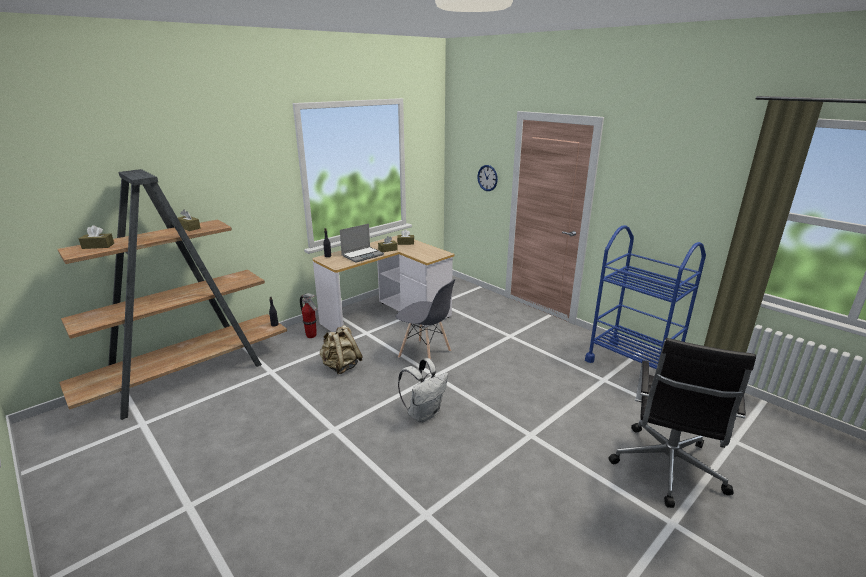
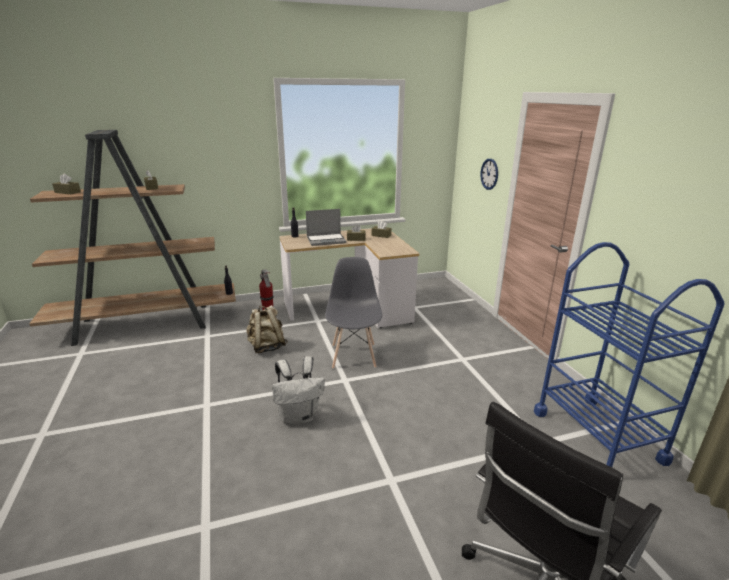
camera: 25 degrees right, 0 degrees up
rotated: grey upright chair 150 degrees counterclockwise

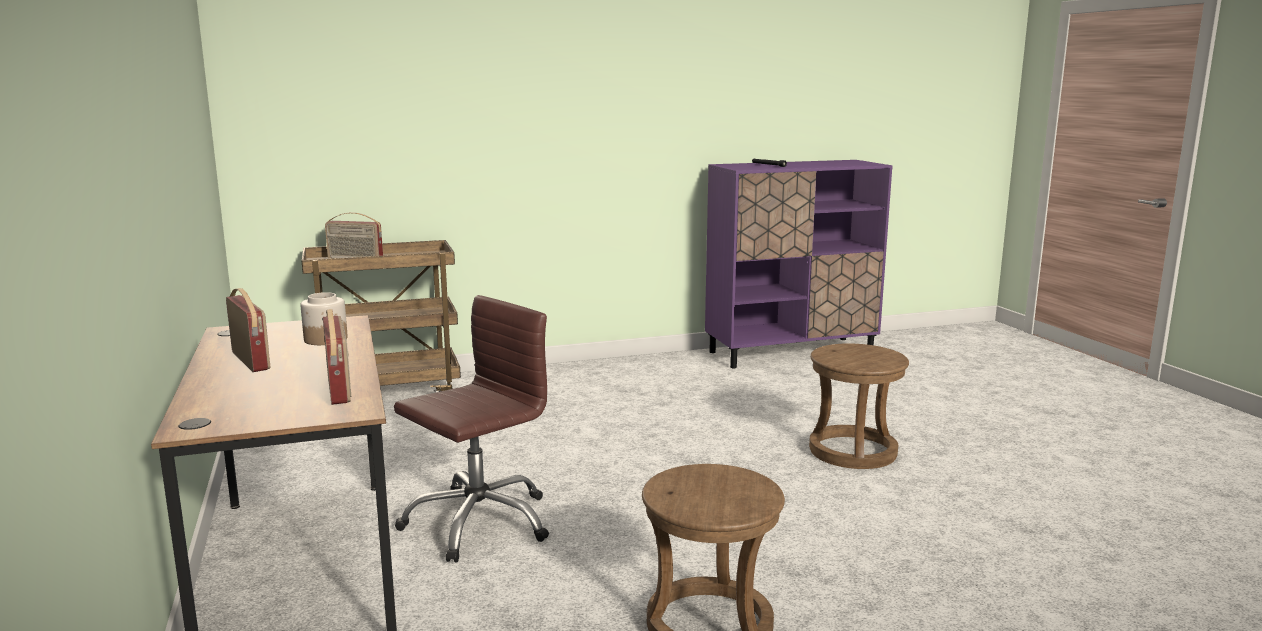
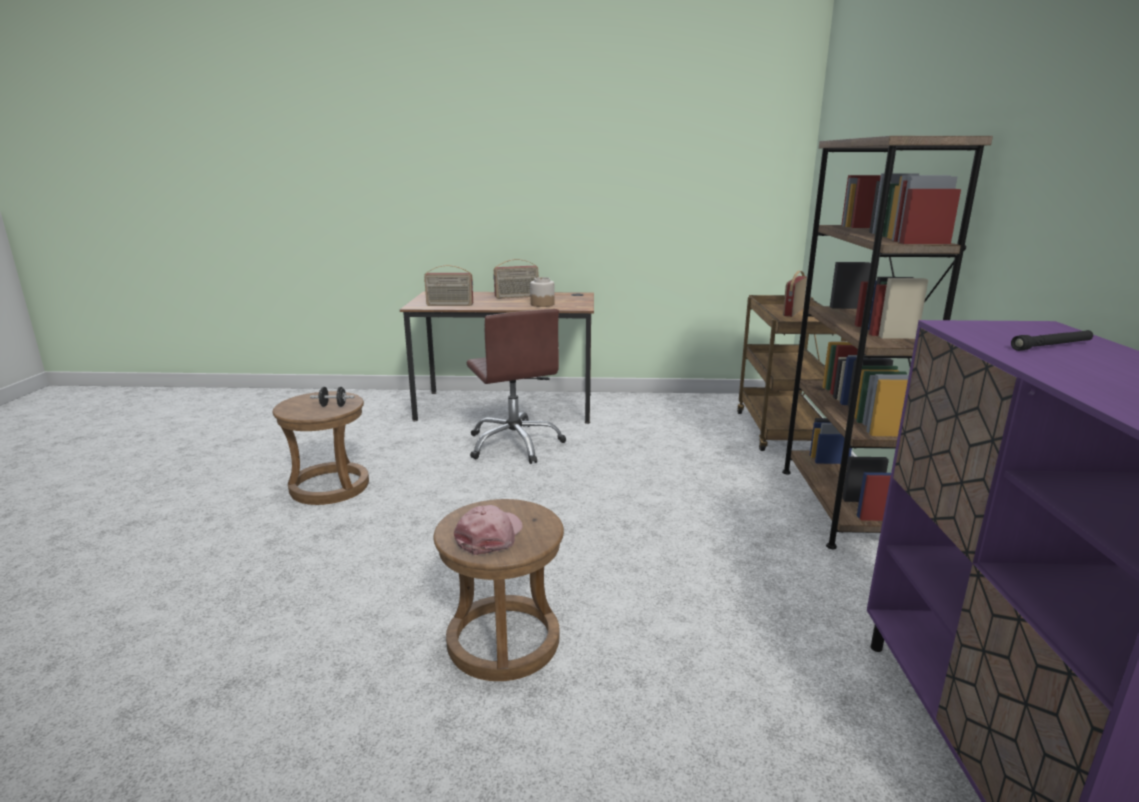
camera: 110 degrees right, 5 degrees up
new: brown bookshelf; black-coloured dumbbell; pink-coloured cap

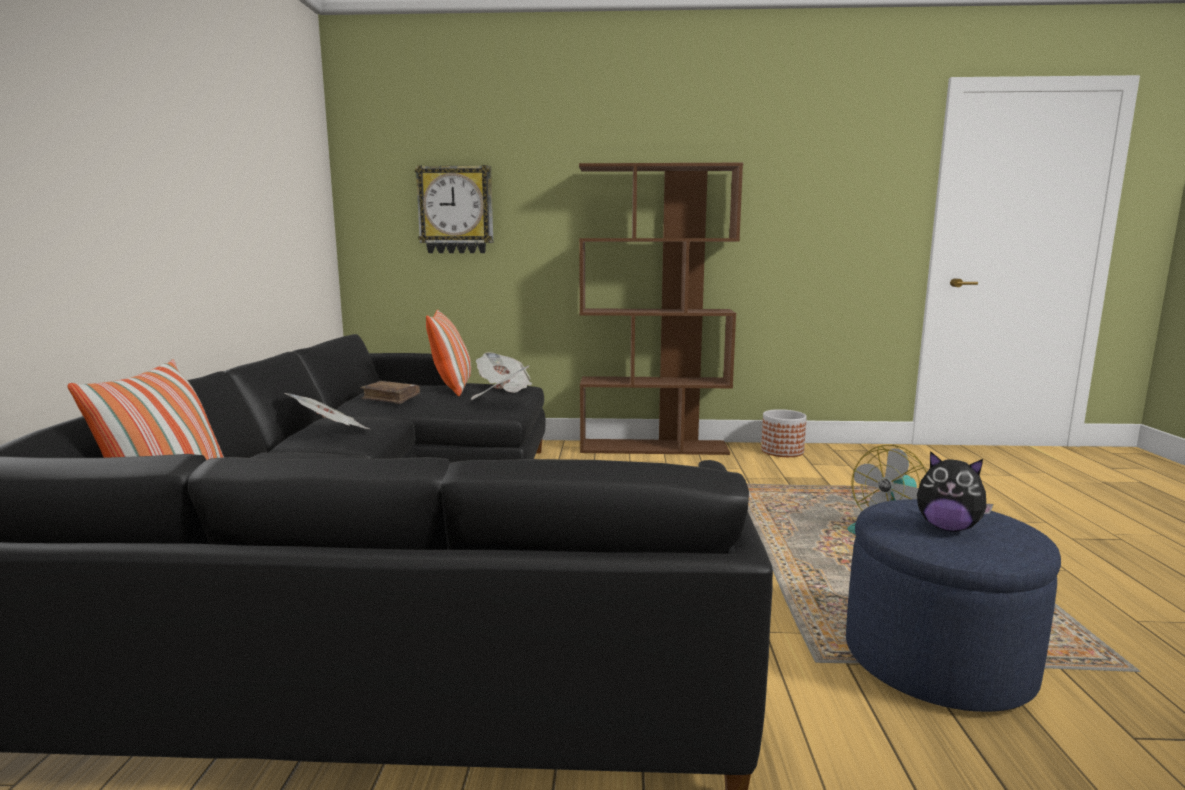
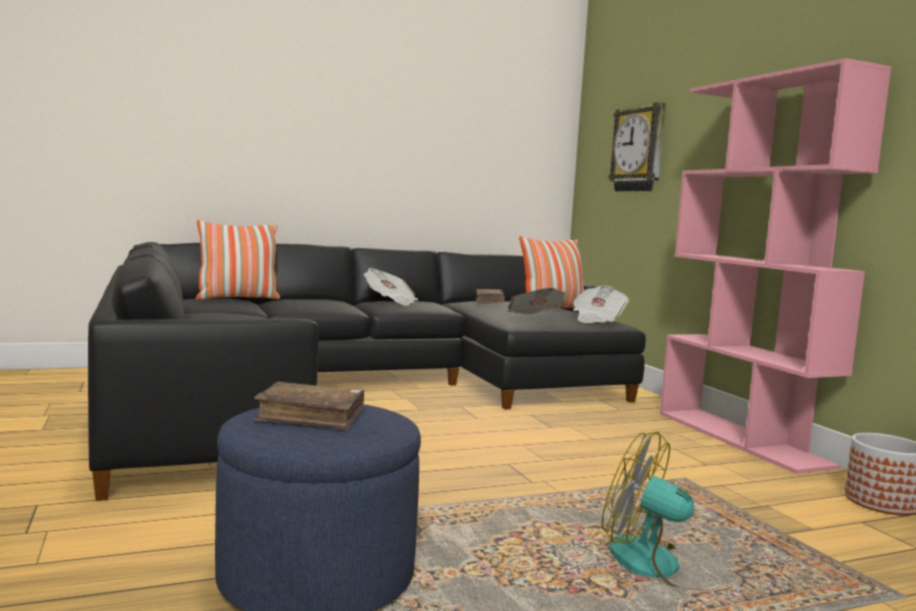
camera: 65 degrees right, 5 degrees down
swapped: cuddly toy to brown volume (no. 1 from left)
repainted: brown bookshelf to pink-coloured bookshelf

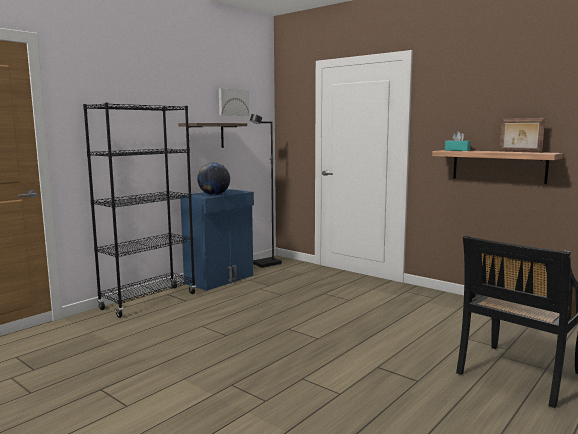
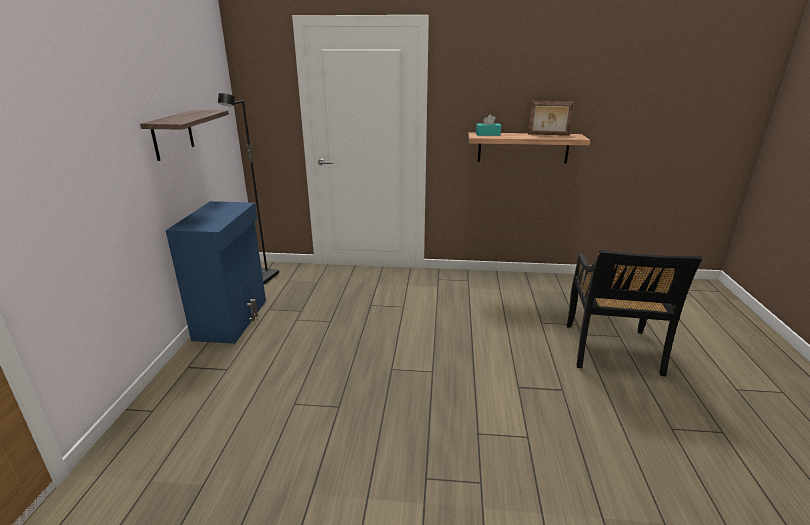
camera: 35 degrees left, 15 degrees up
gone: wall art; black-coloured bookshelf; globe

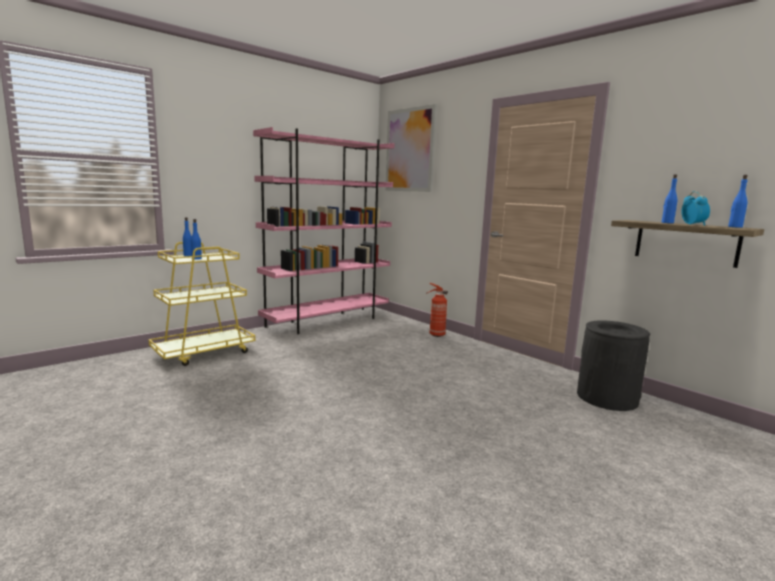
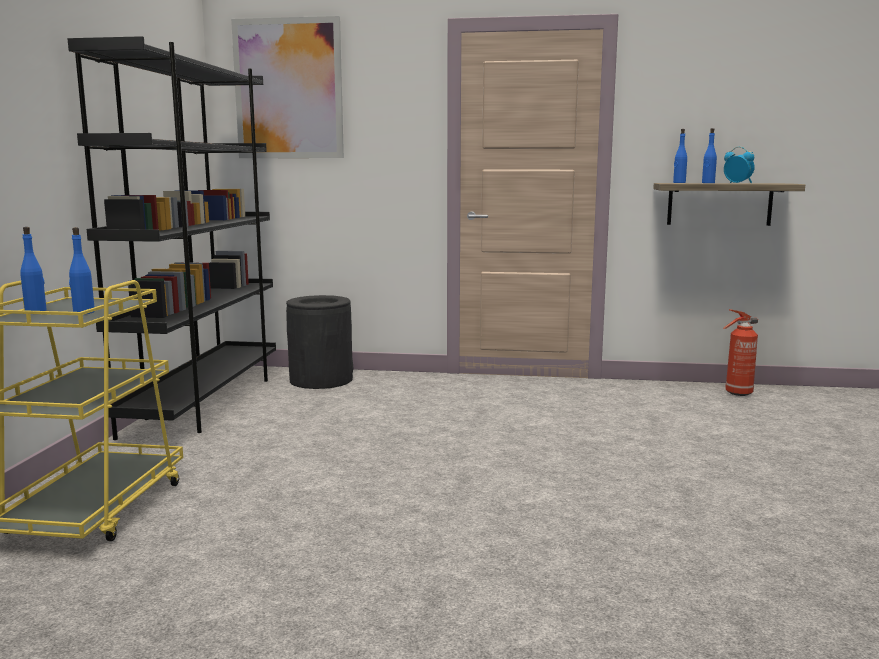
camera: 40 degrees left, 0 degrees up
shifted: bluish beverage bottle (no. 4 from left in the first image) to bluish beverage bottle (no. 3 from left); fire-fighting cylinder; black-coloured waste bin
repainted: pink-coloured bookshelf to black-coloured bookshelf

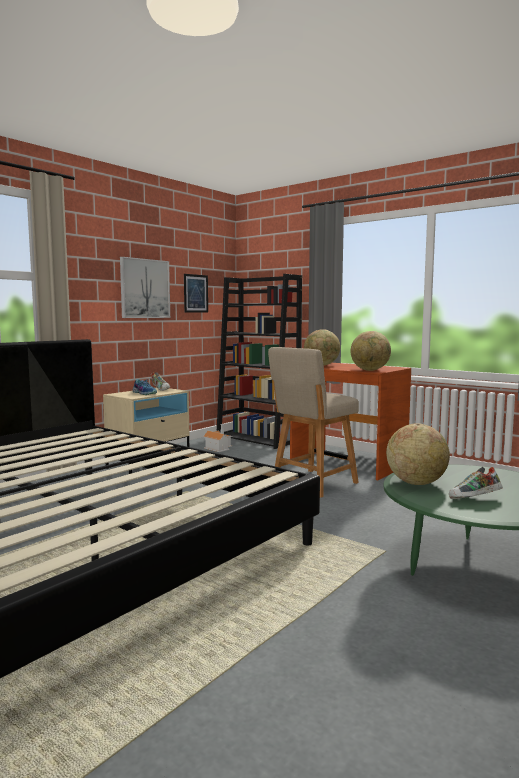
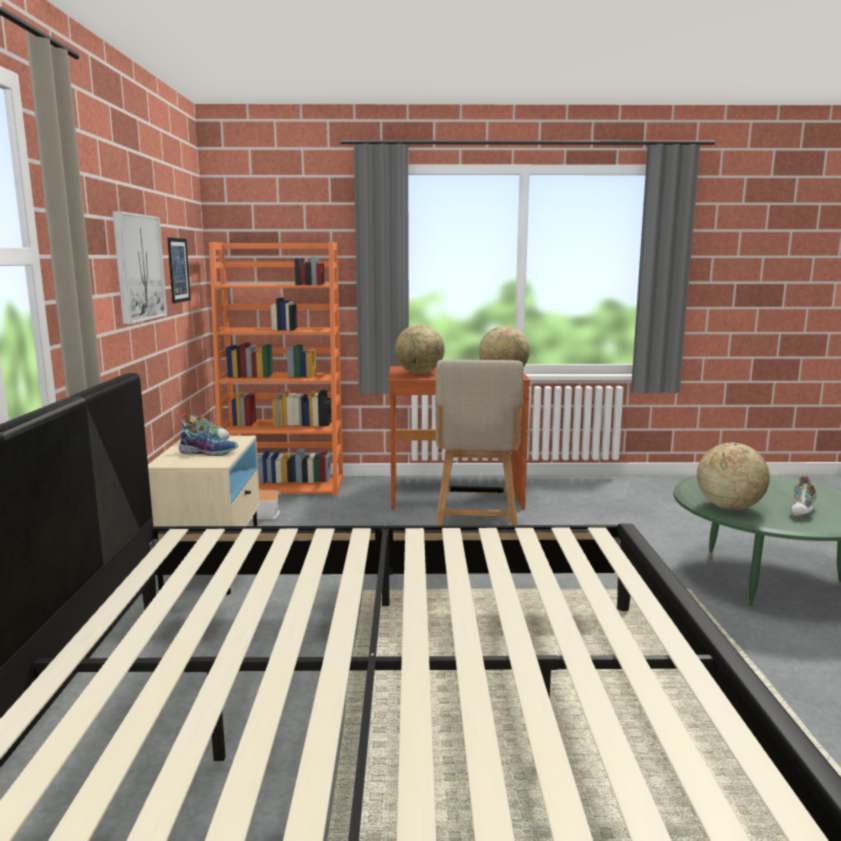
camera: 40 degrees left, 5 degrees up
repainted: black-coloured bookshelf to orangey bookshelf

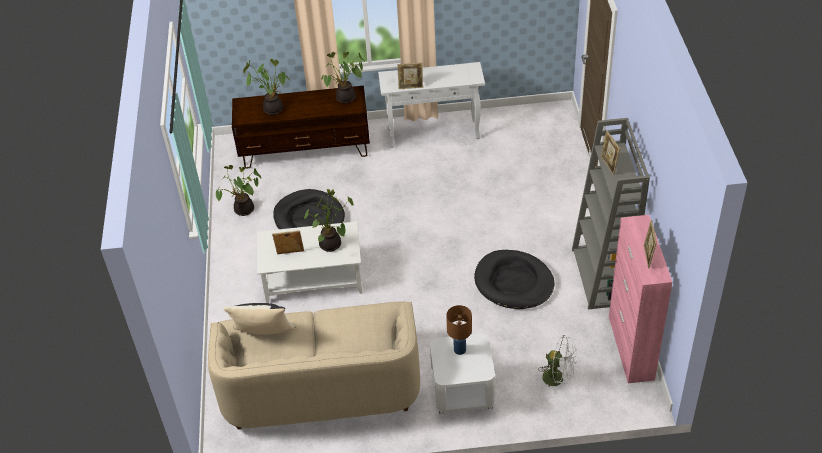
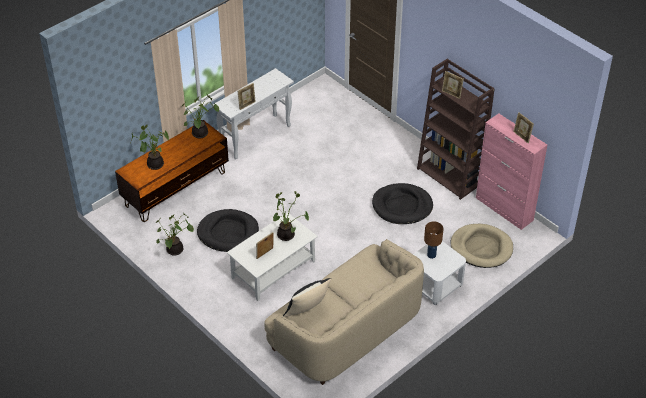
camera: 40 degrees left, 0 degrees up
swapped: white-coloured fan to beige-coloured dog bed
repainted: grey bookshelf to brown bookshelf

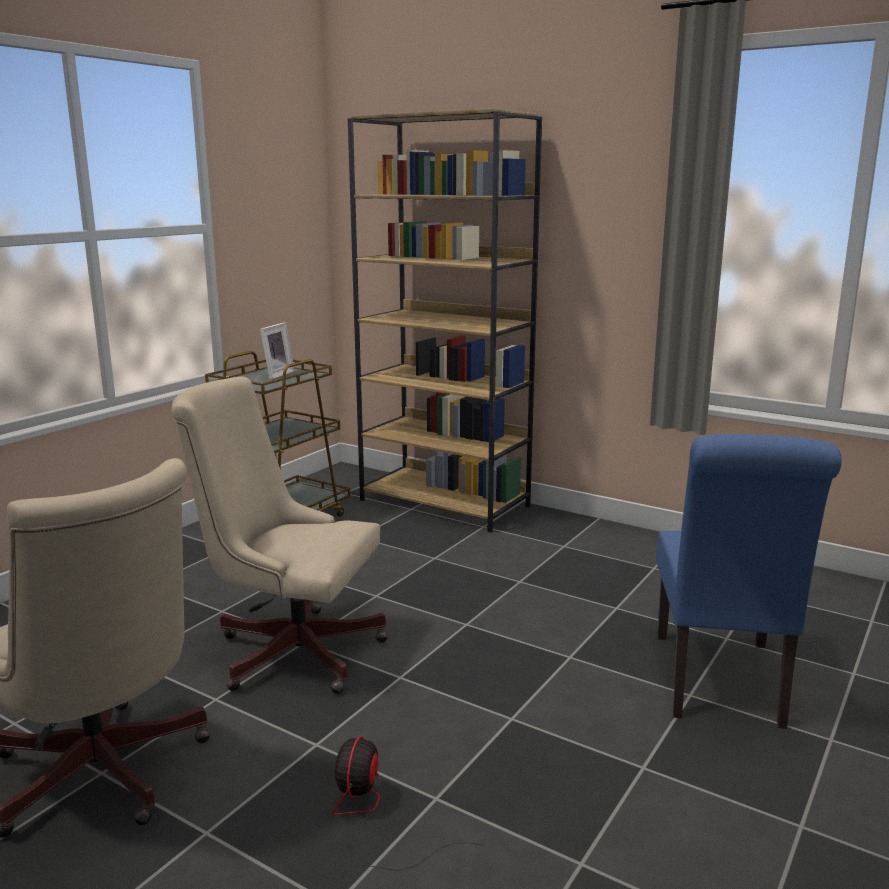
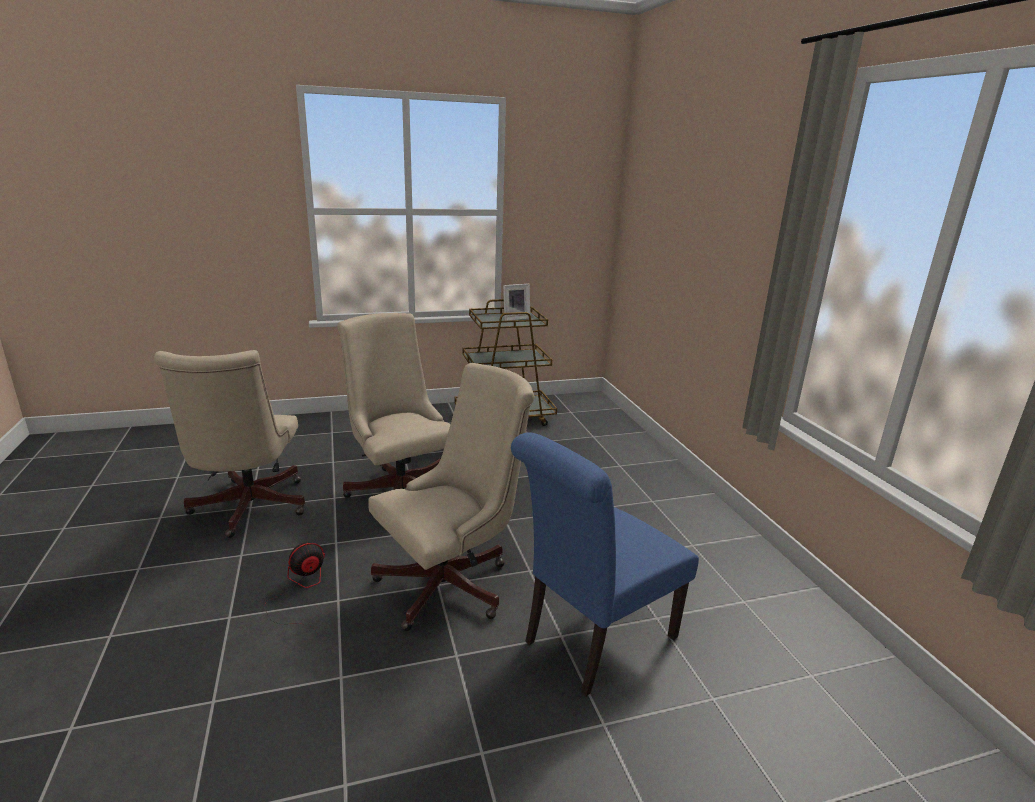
camera: 40 degrees right, 5 degrees up
gone: brown bookshelf
new: beige-coloured office chair (no. 3 from left)

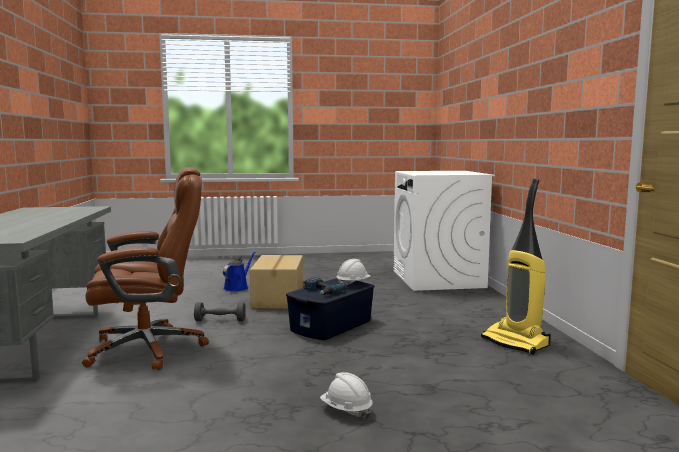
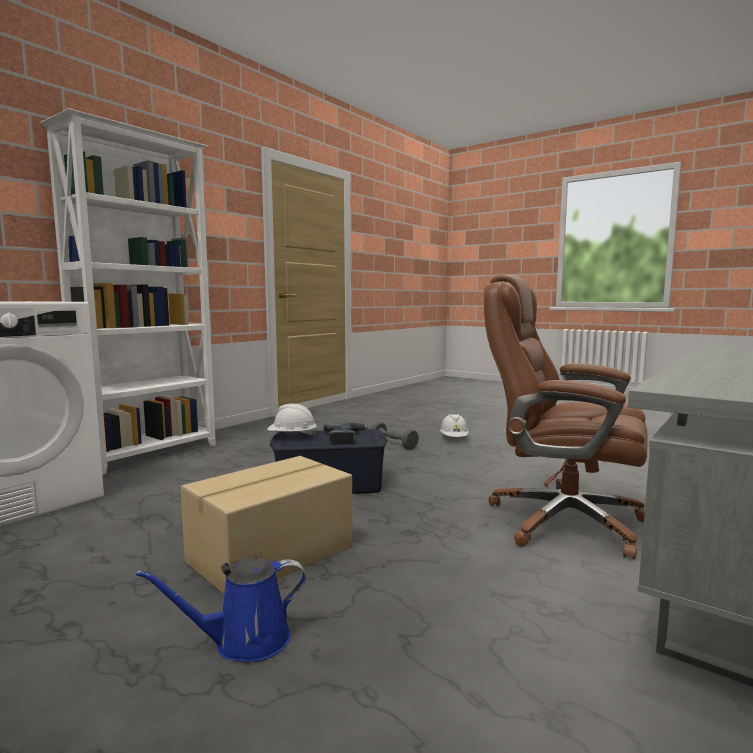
camera: 135 degrees left, 0 degrees up
gone: vacuum
new: white-coloured bookshelf
shifted: grey dumbbell

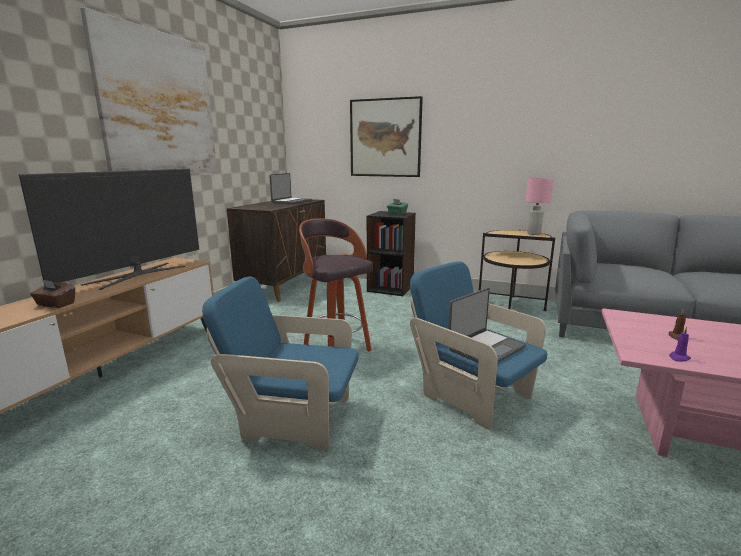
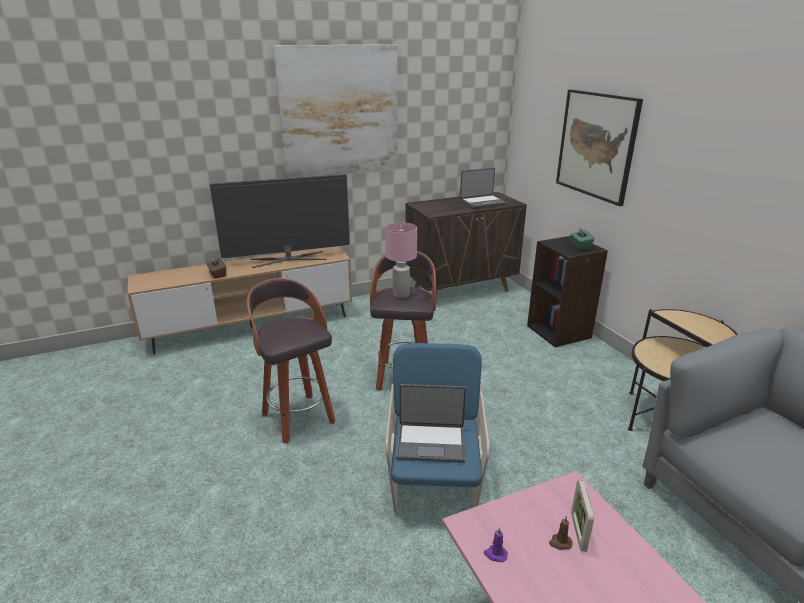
camera: 45 degrees right, 10 degrees up
new: photo frame
shifted: pink-coloured table lamp
swapped: bluish lounge chair (no. 1 from left) to stool (no. 1 from left)

